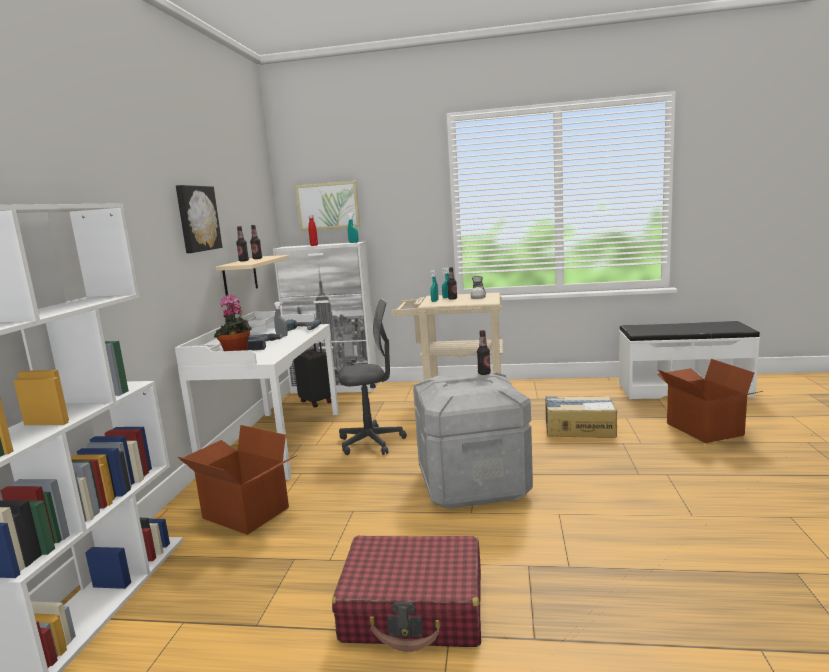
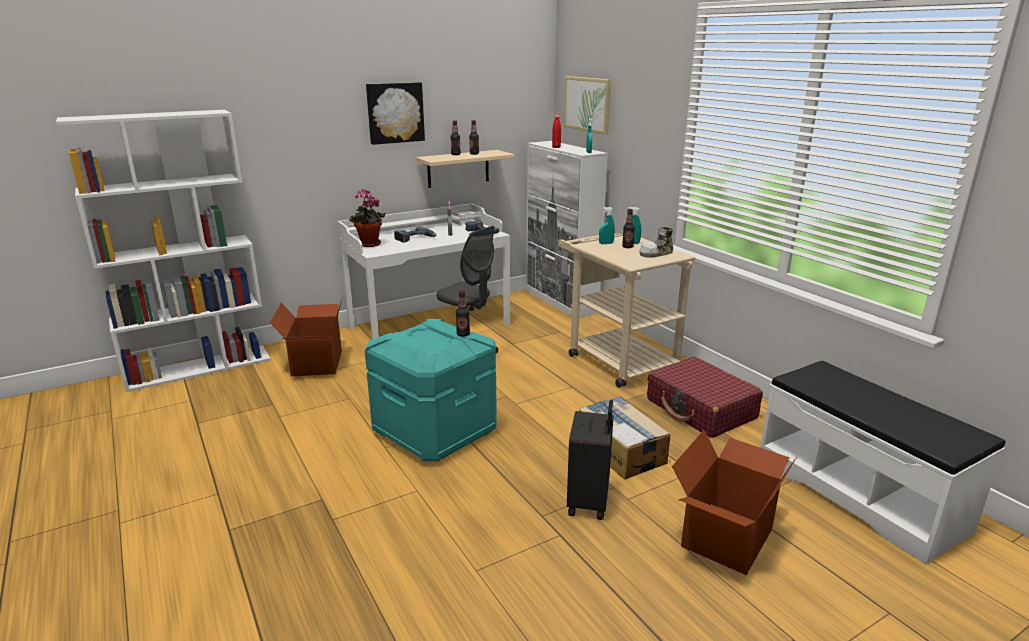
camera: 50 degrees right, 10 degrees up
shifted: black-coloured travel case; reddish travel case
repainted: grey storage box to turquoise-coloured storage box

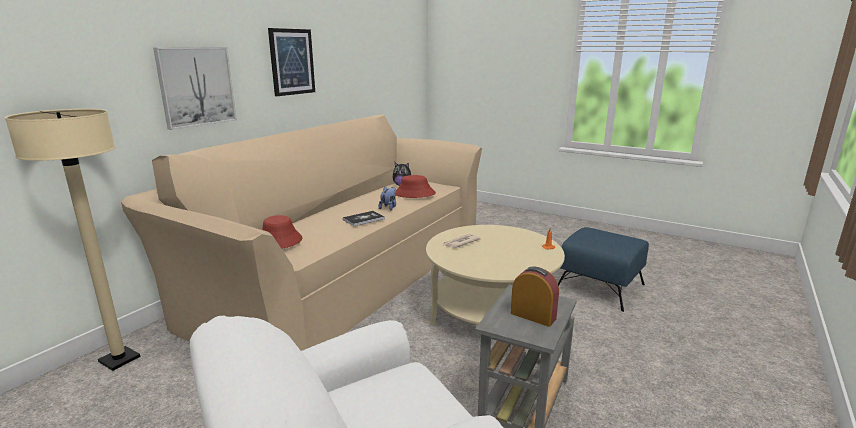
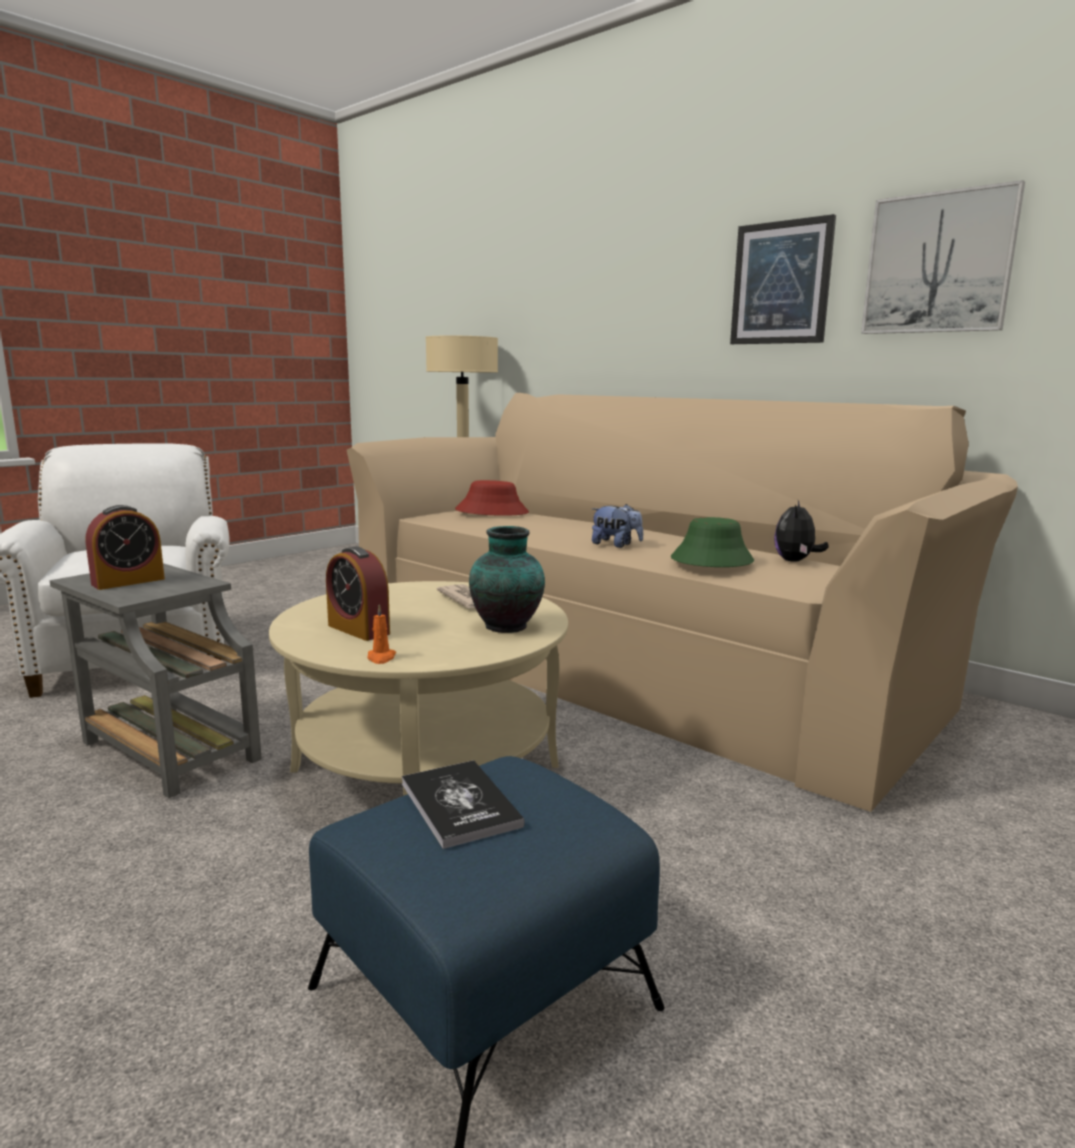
camera: 100 degrees right, 5 degrees down
new: decorative vase; table clock (no. 2 from left)
shifted: wall art (no. 1 from left in the first image) to wall art (no. 2 from left); volume
repainted: reddish wearable hat (no. 2 from left) to green wearable hat

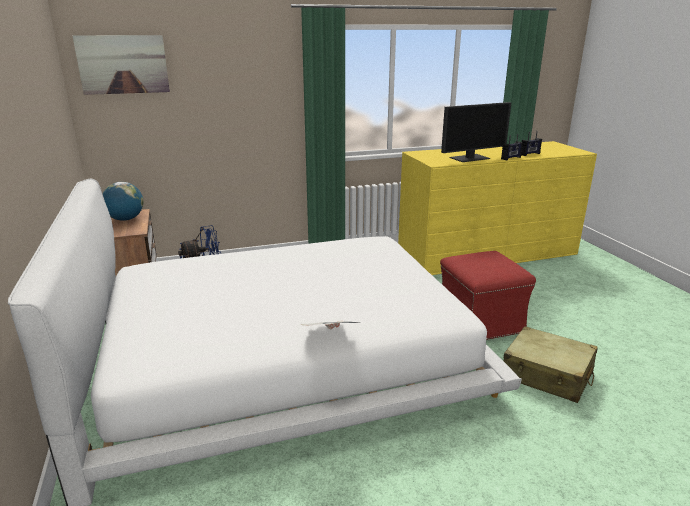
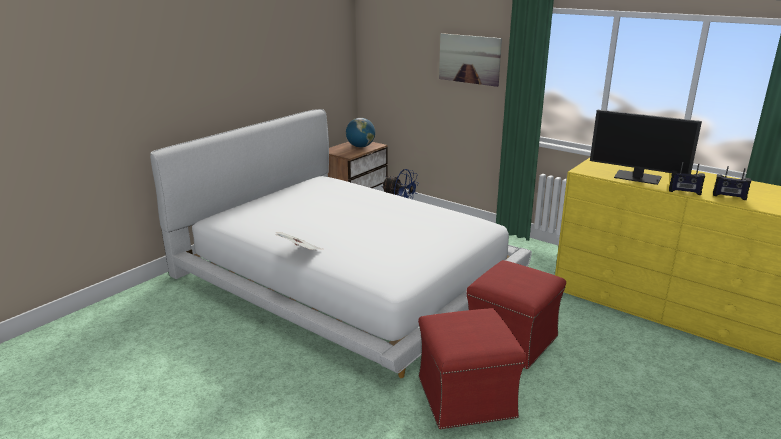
camera: 55 degrees right, 0 degrees up
shifted: wall art
swapped: beige-coloured travel case to reddish ottoman (no. 1 from left)

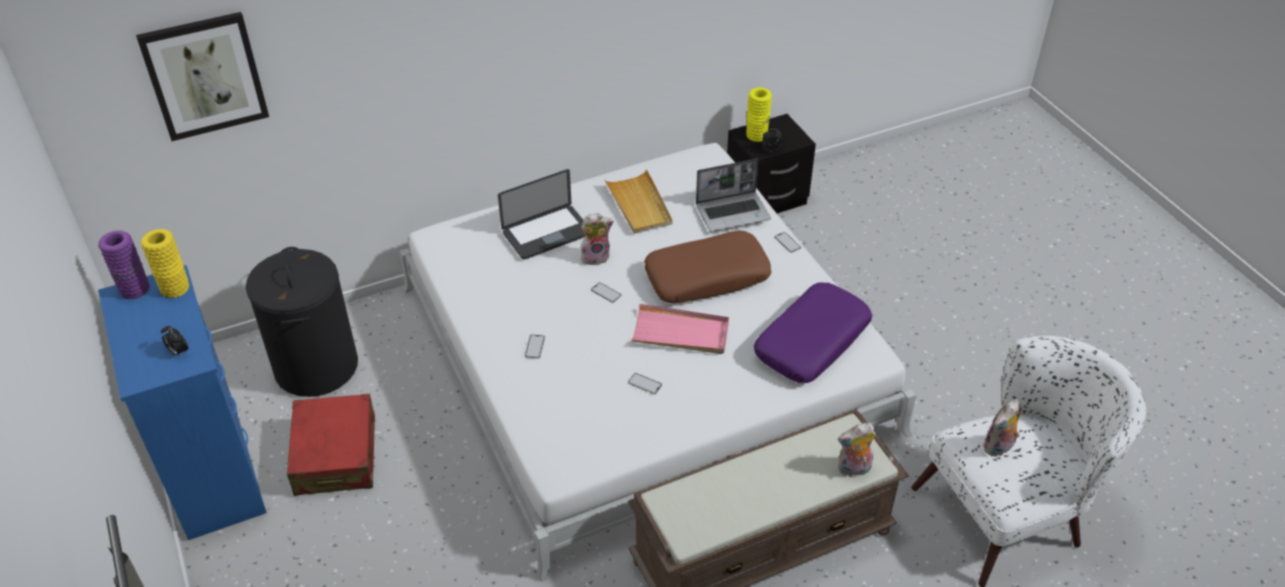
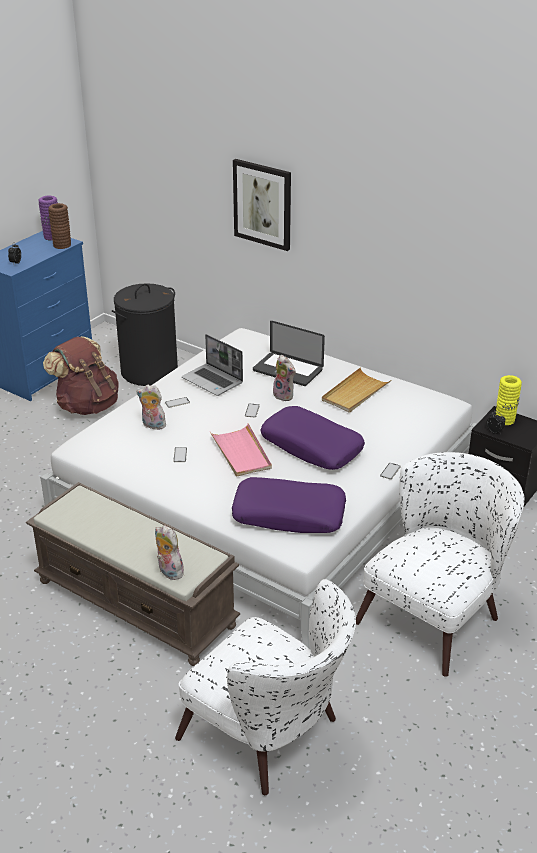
camera: 60 degrees right, 10 degrees down
new: white-coloured lounge chair (no. 2 from left)
shifted: wall art; notebook computer (no. 2 from left in the first image) to notebook computer (no. 1 from left); cuddly toy (no. 3 from left in the first image) to cuddly toy (no. 1 from left)
swapped: reddish travel case to brown backpack
repainted: yellow-coloured decorative vase (no. 1 from left) to brown decorative vase; brown cushion to purple cushion (no. 2 from left)

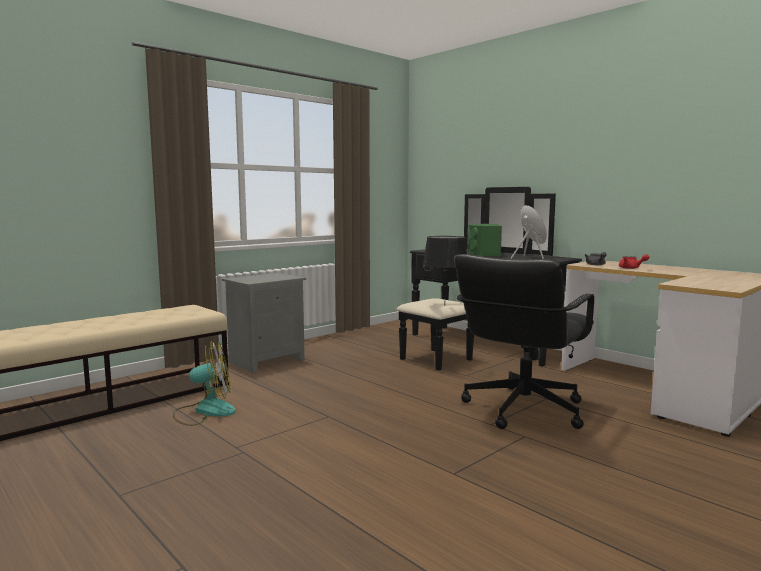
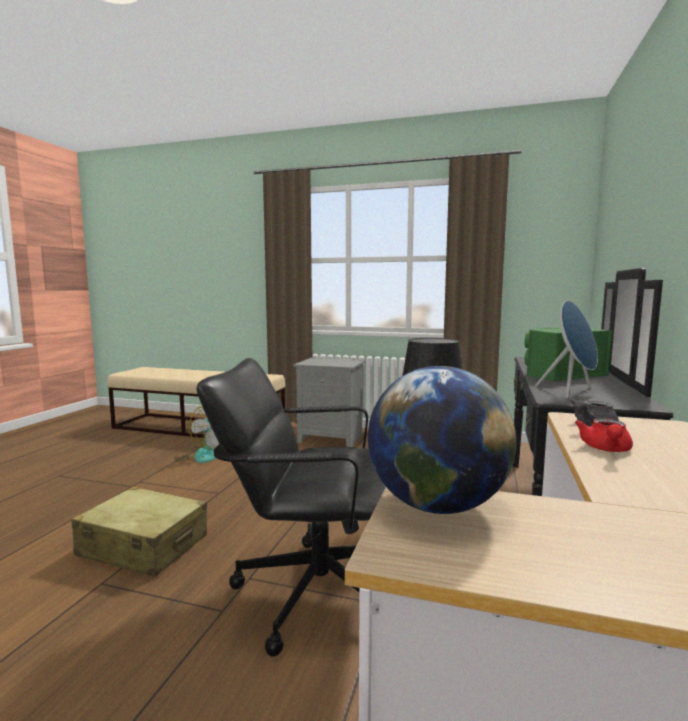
camera: 60 degrees right, 0 degrees up
new: globe; beige-coloured travel case

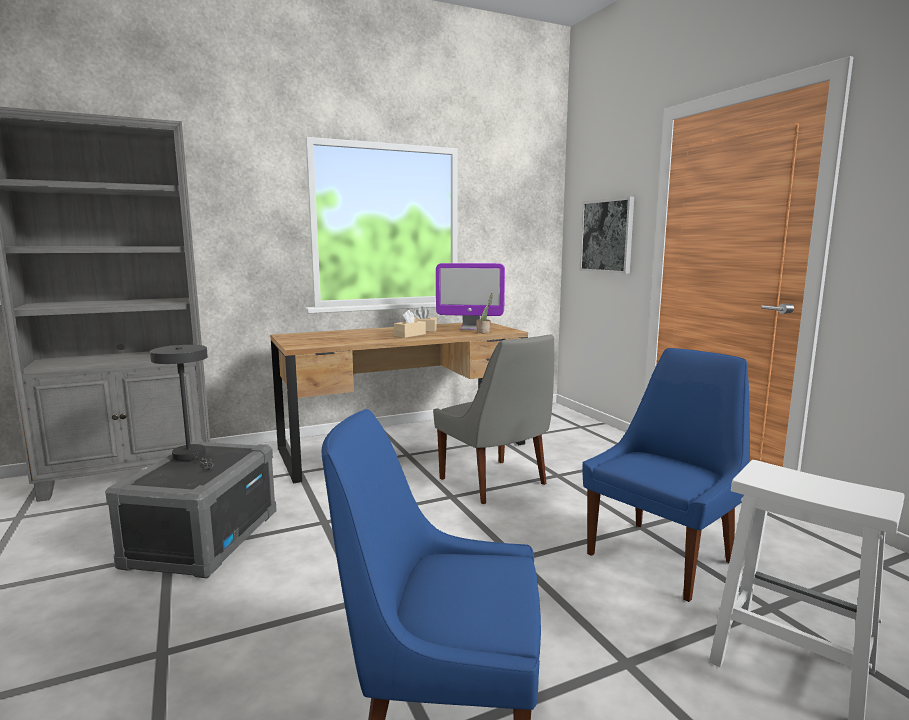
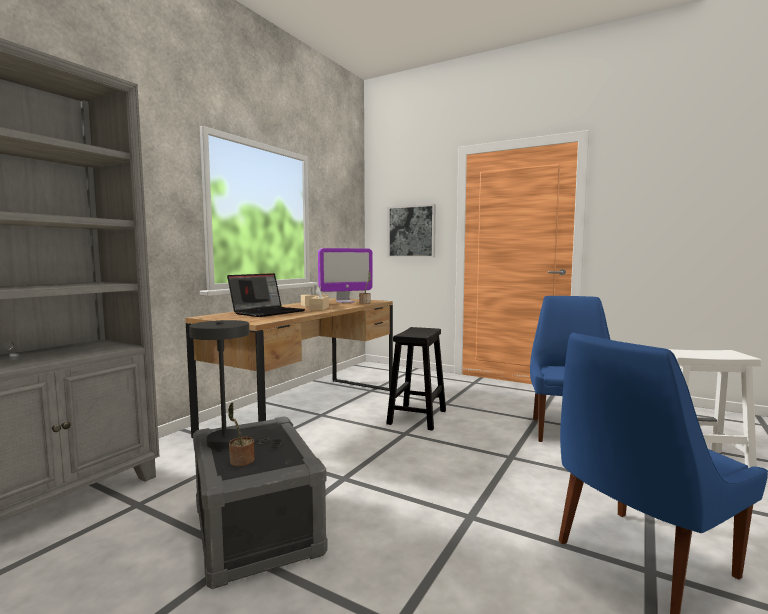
camera: 35 degrees left, 5 degrees down
new: notebook computer; houseplant (no. 1 from left)
swapped: grey upright chair to black-coloured stool

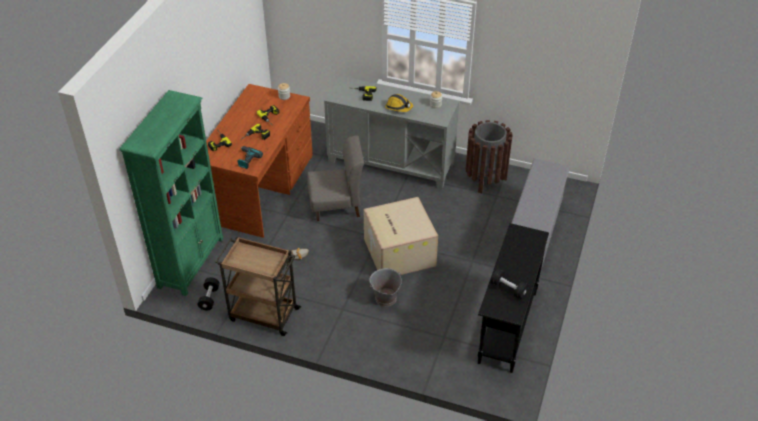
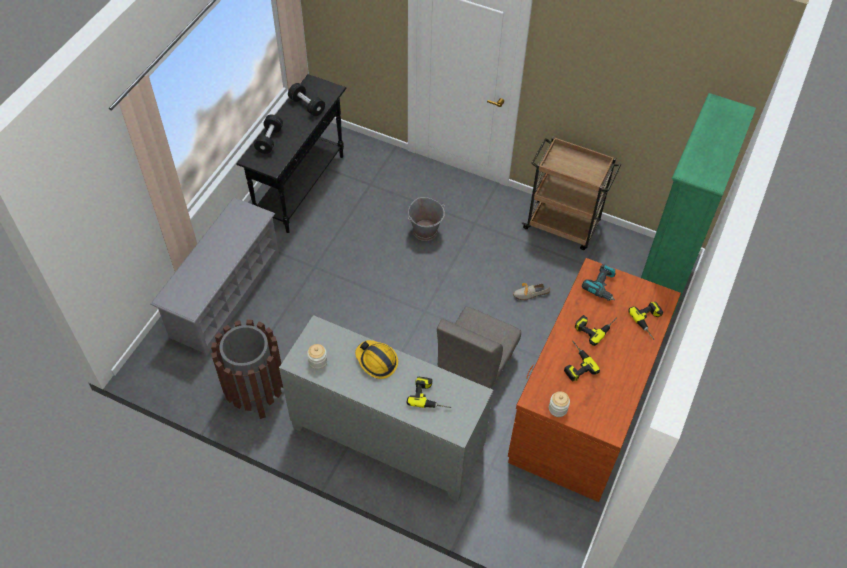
camera: 175 degrees left, 10 degrees up
gone: packing box
shifted: black-coloured dumbbell (no. 1 from left)
rotated: grey upright chair 60 degrees counterclockwise

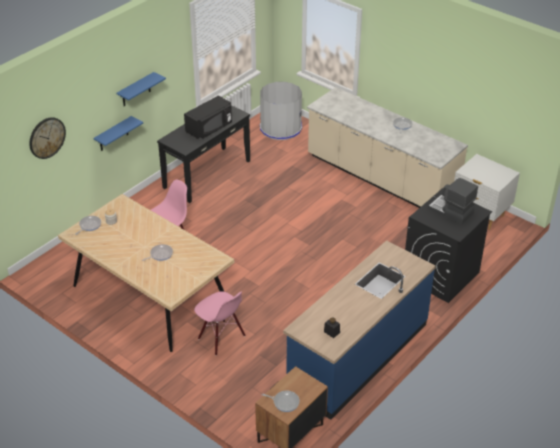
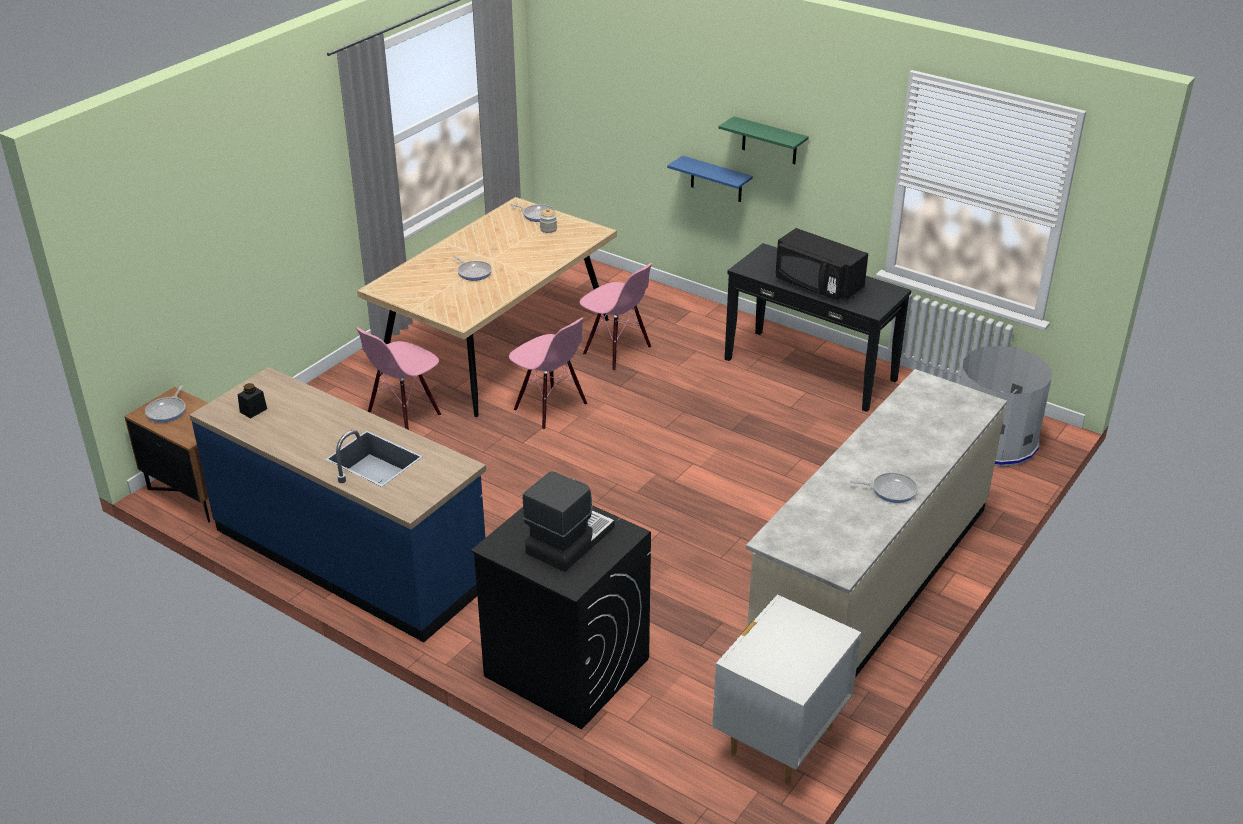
camera: 85 degrees right, 5 degrees down
gone: hanging clock
new: pink-coloured upright chair (no. 2 from left)
repainted: bluish wall shelf (no. 2 from left) to green wall shelf

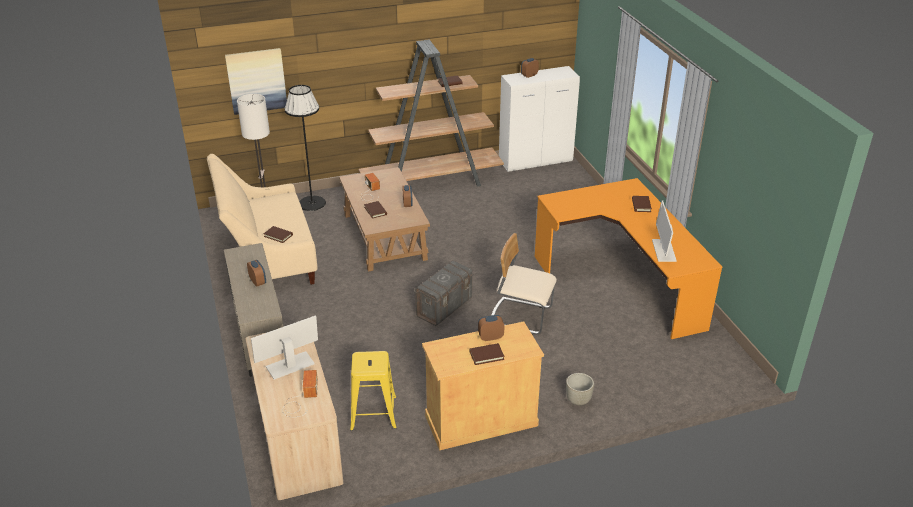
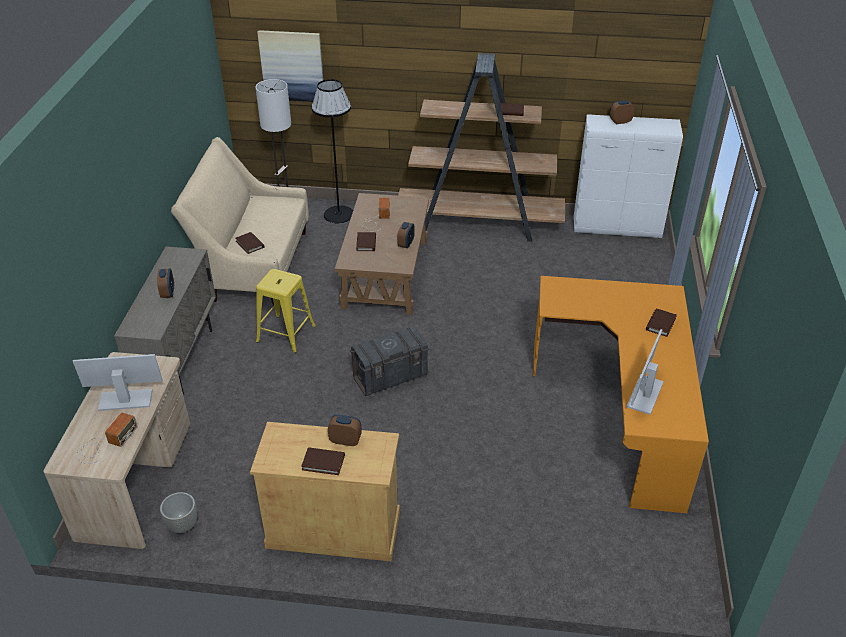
camera: 25 degrees right, 5 degrees up
gone: beige-coloured upright chair
shifted: yellow-coloured stool; grey flower pot

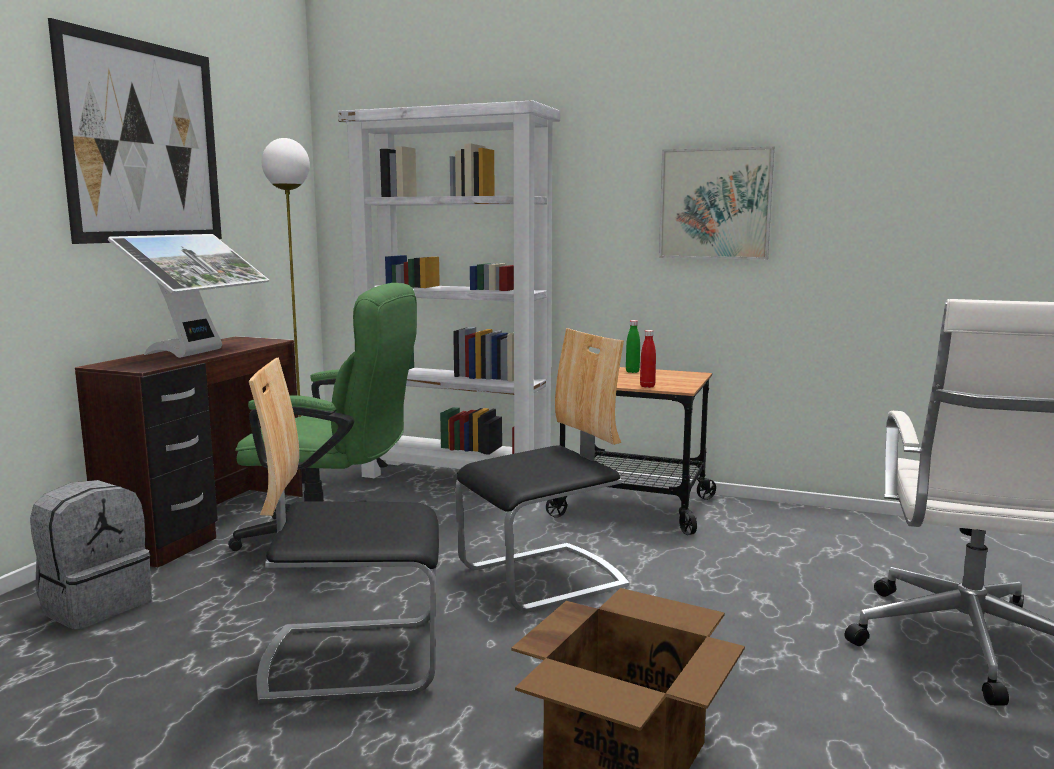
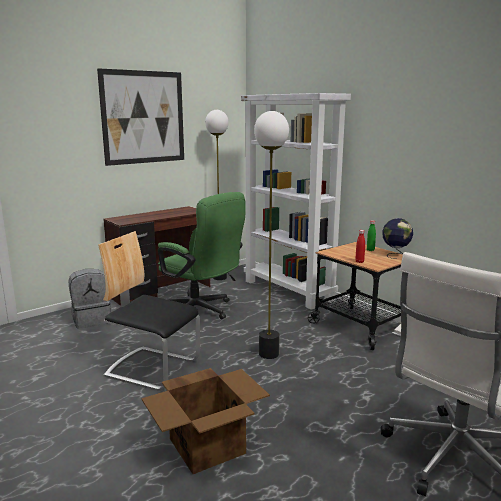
camera: 30 degrees right, 5 degrees up
gone: wall art (no. 2 from left); computer screen
new: globe
swapped: upright chair (no. 2 from left) to floor lamp (no. 2 from left)

